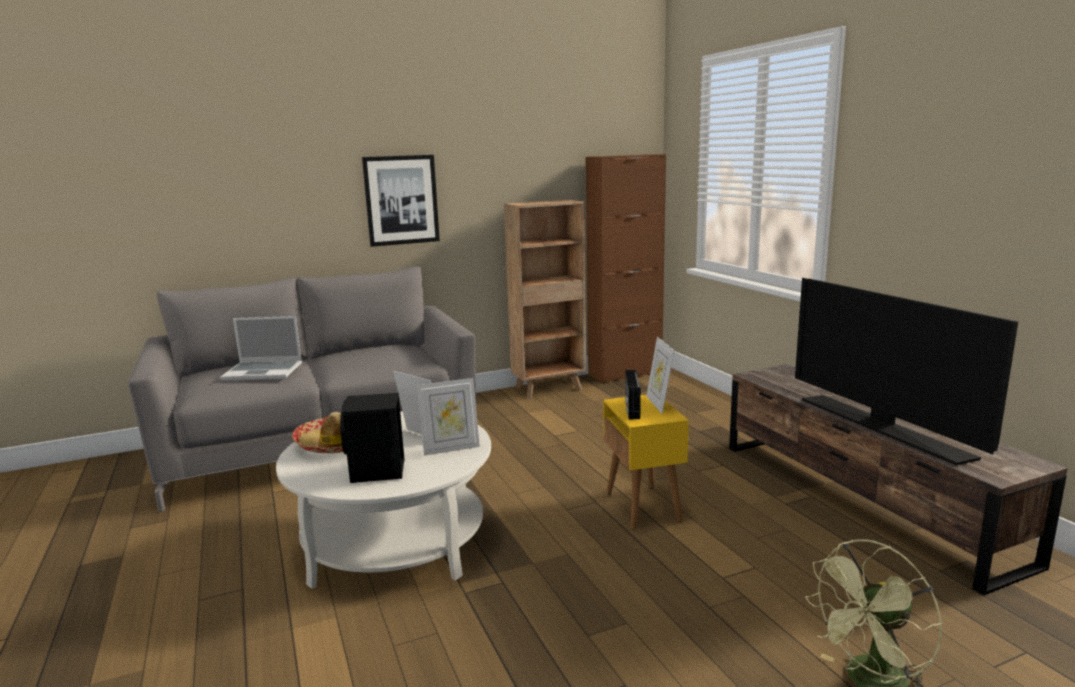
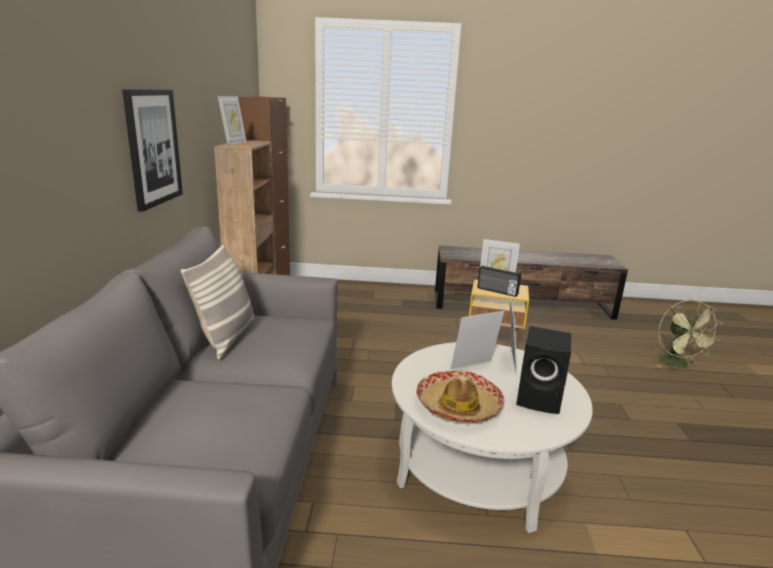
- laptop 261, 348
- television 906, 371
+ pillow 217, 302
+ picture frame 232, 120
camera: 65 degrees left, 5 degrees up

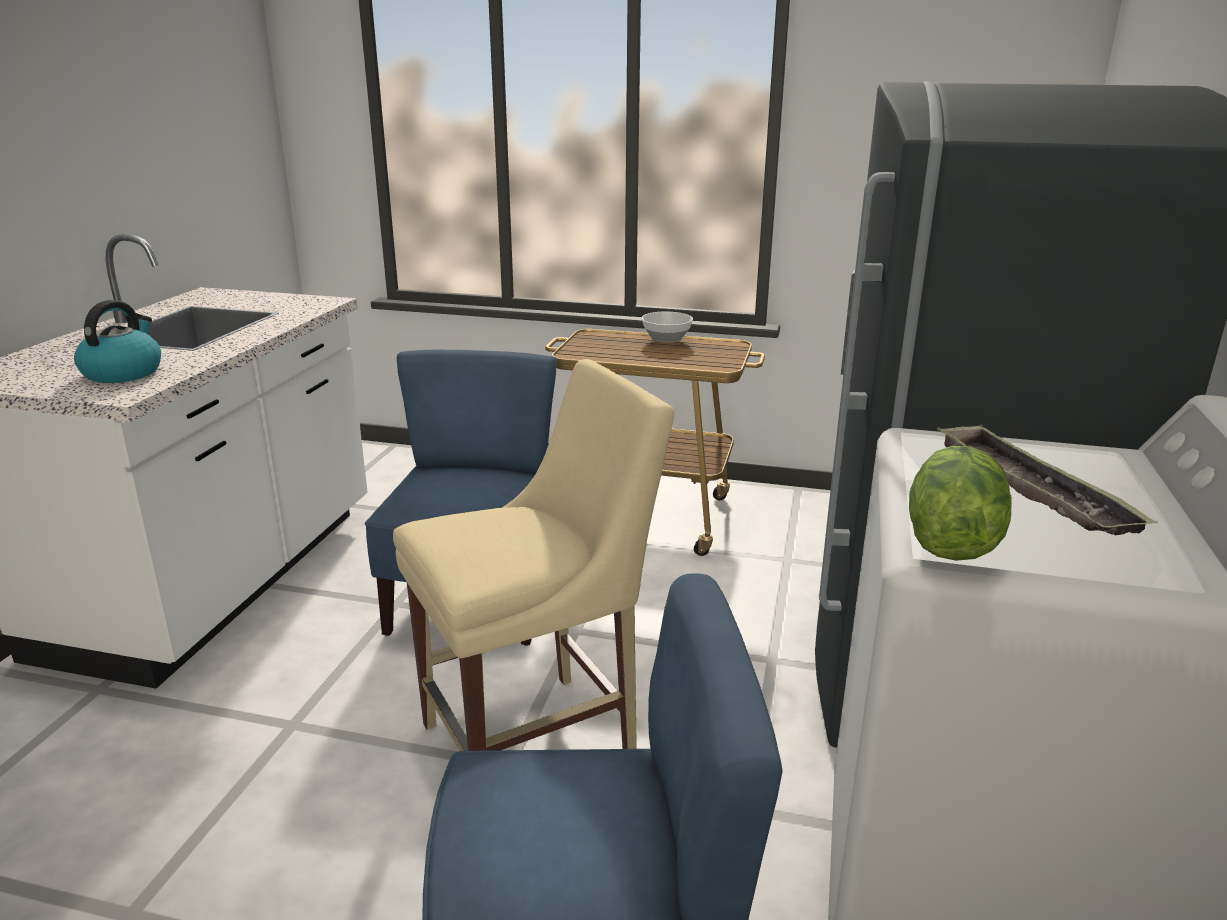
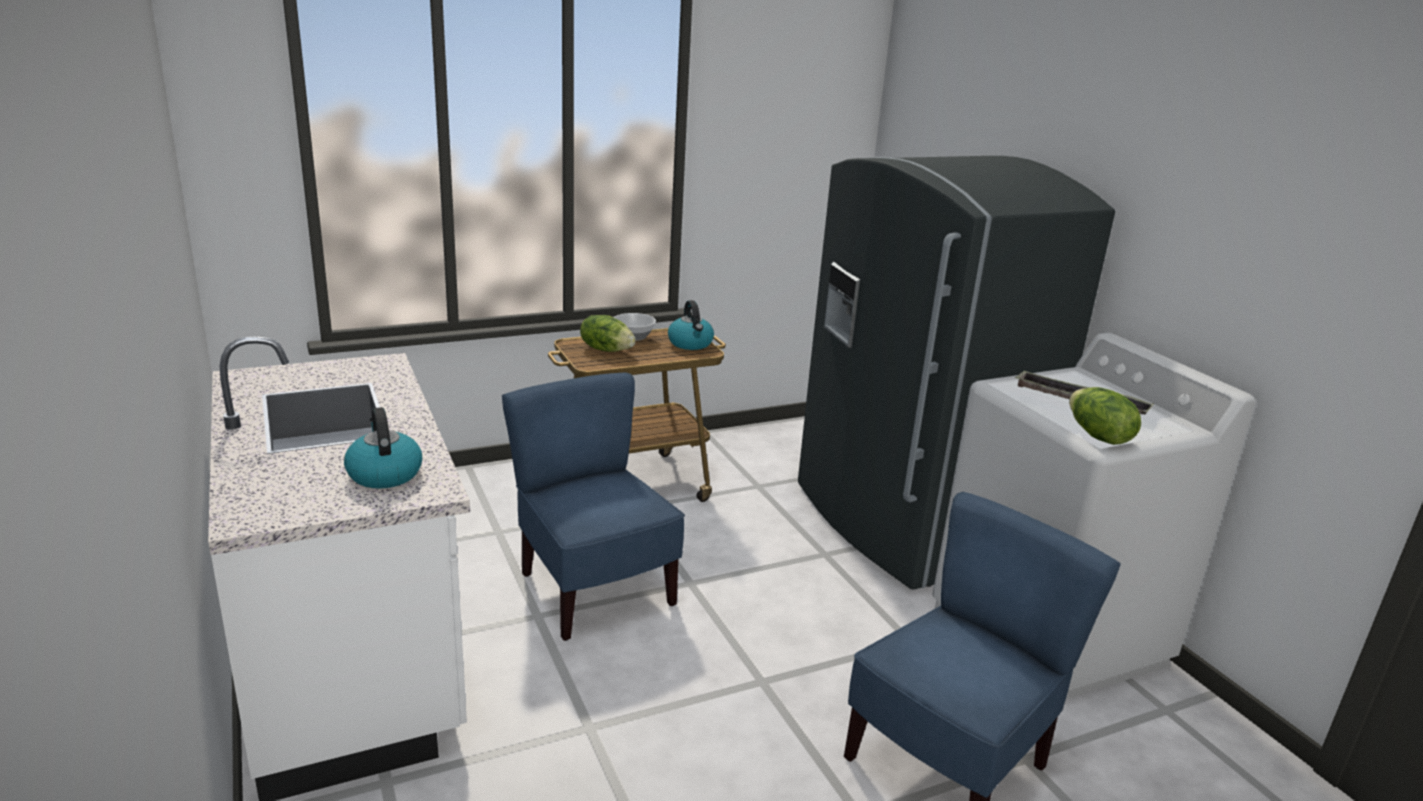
- beige chair 533, 555
+ lettuce 608, 333
+ kettle 691, 325
camera: 40 degrees left, 0 degrees up

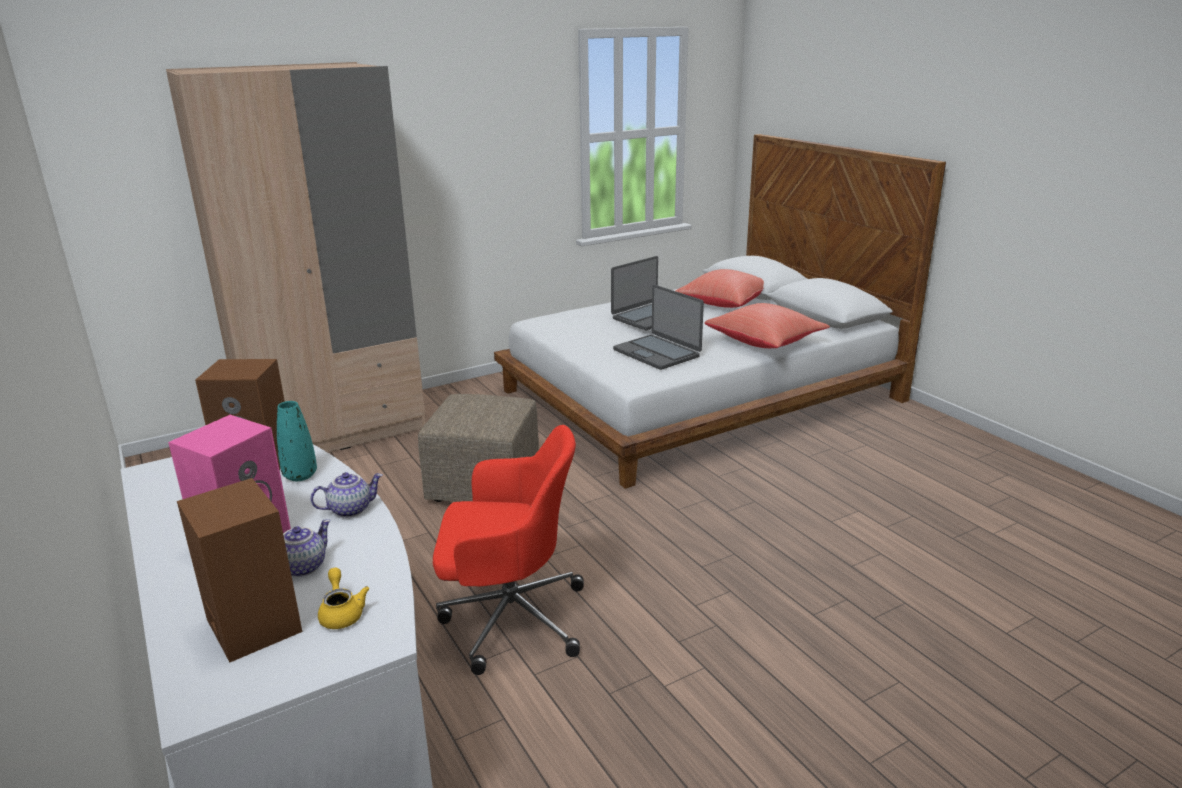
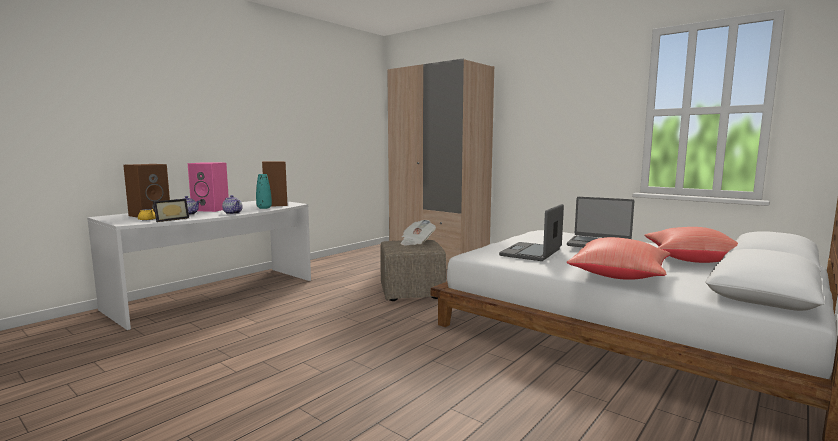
- red office chair 508, 550
+ picture frame 171, 210
+ newspaper 418, 232
camera: 70 degrees right, 15 degrees down

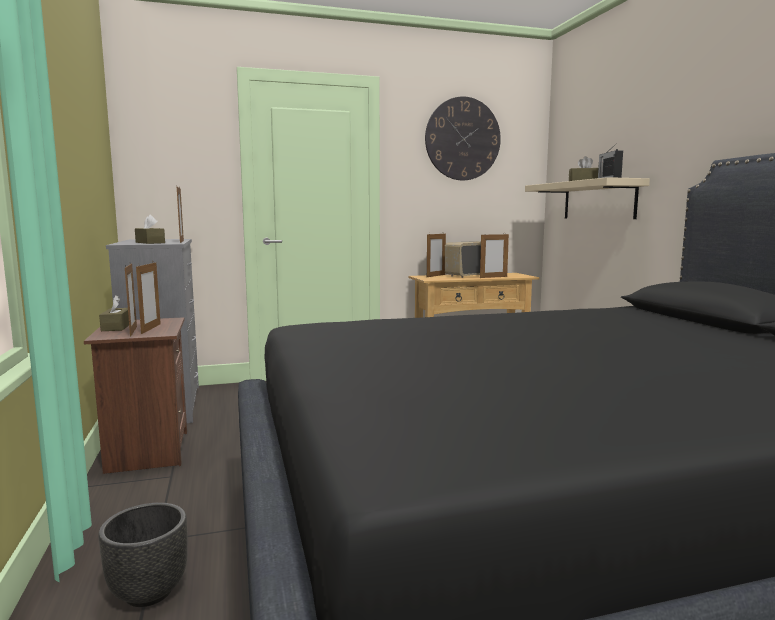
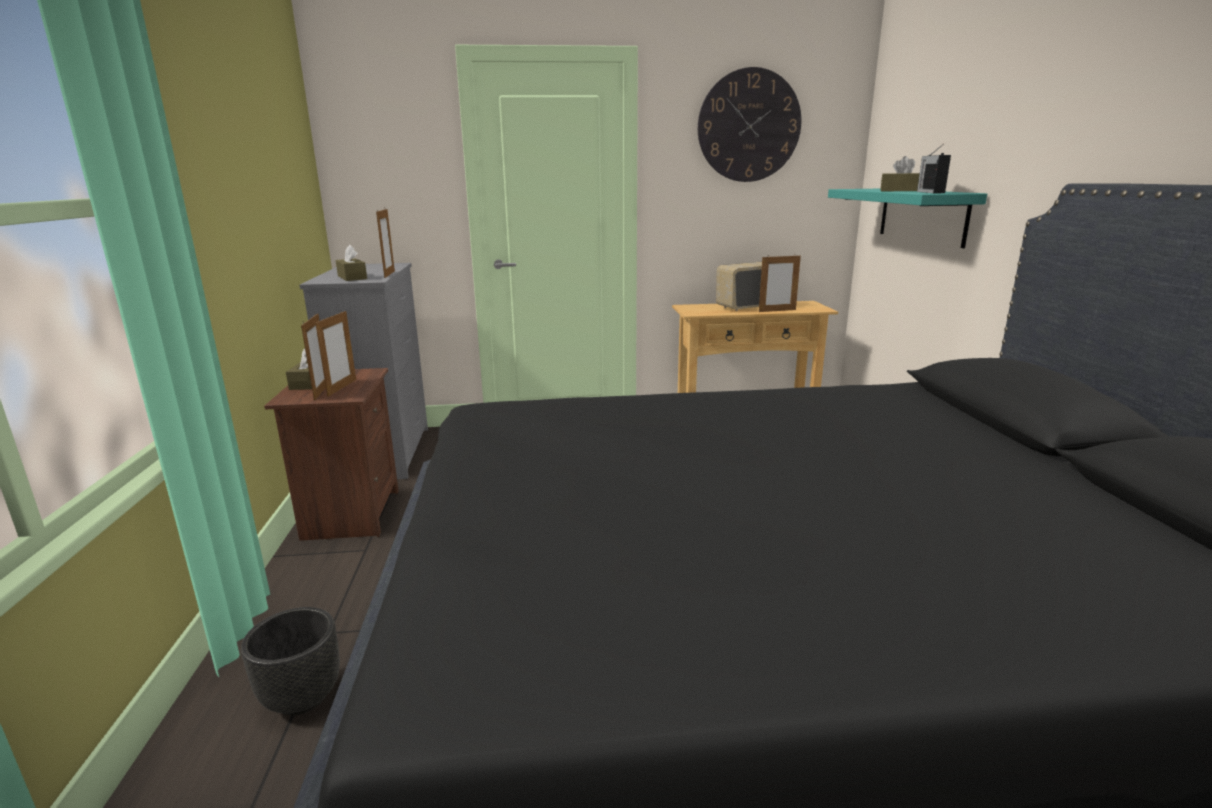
- picture frame 436, 254
~ beige shelf 587, 198 to turquoise shelf 907, 218
camera: 10 degrees right, 10 degrees up

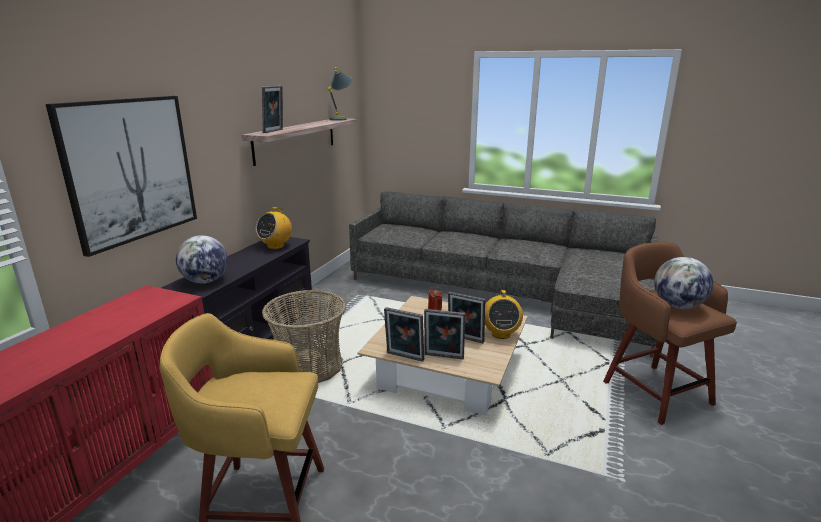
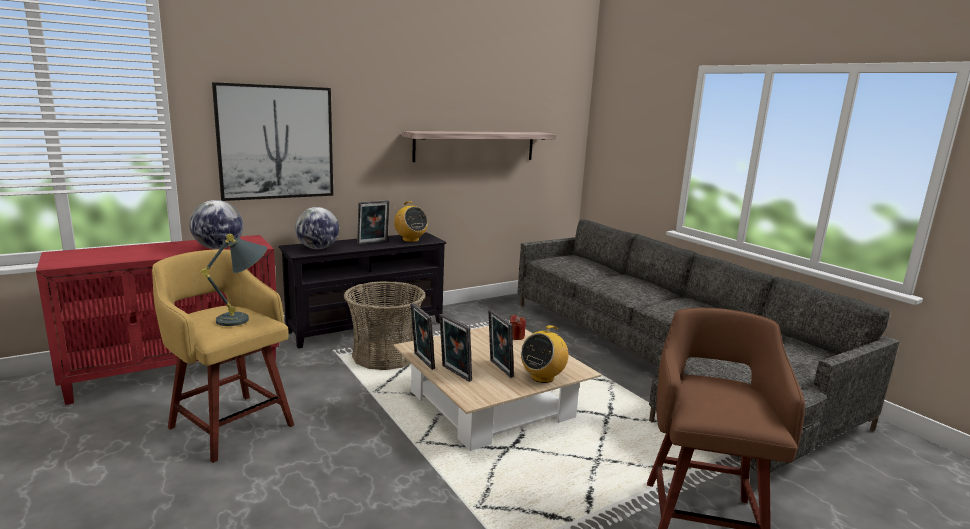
~ picture frame 272, 109 to 373, 222
~ grey table lamp 340, 94 to 234, 280
~ globe 683, 283 to 216, 224
~ radio 274, 228 = 411, 221 105 degrees counterclockwise
camera: 35 degrees right, 5 degrees down

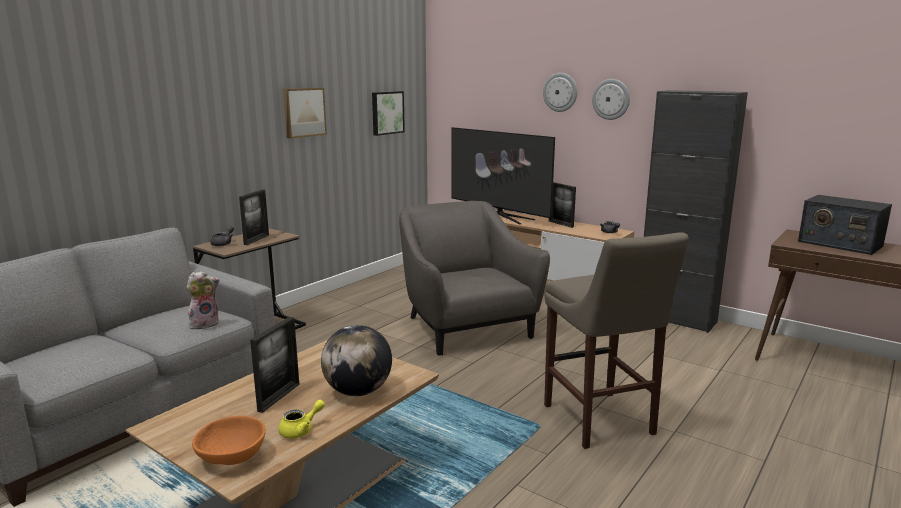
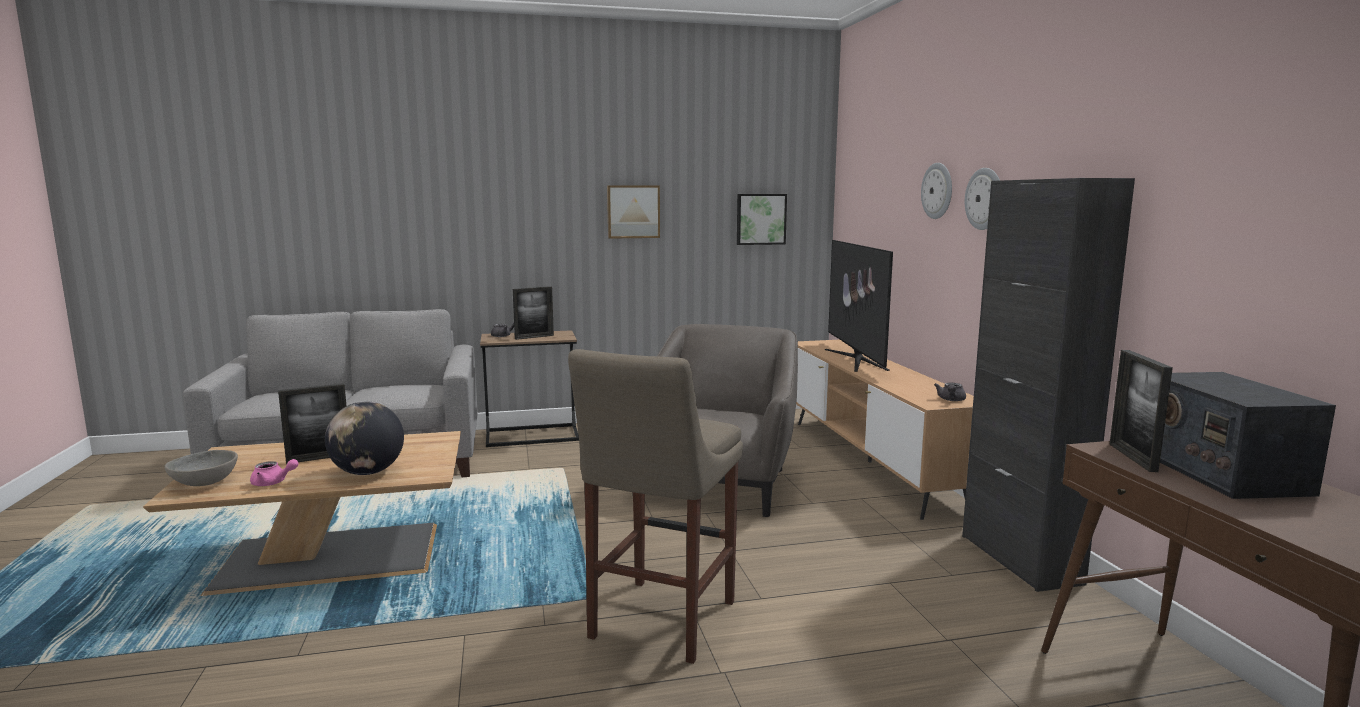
- plush toy 203, 300
~ picture frame 562, 205 to 1141, 411
~ orange bowl 229, 440 to grey bowl 201, 468
~ yellow teapot 301, 419 to pink teapot 274, 472
camera: 40 degrees right, 5 degrees down

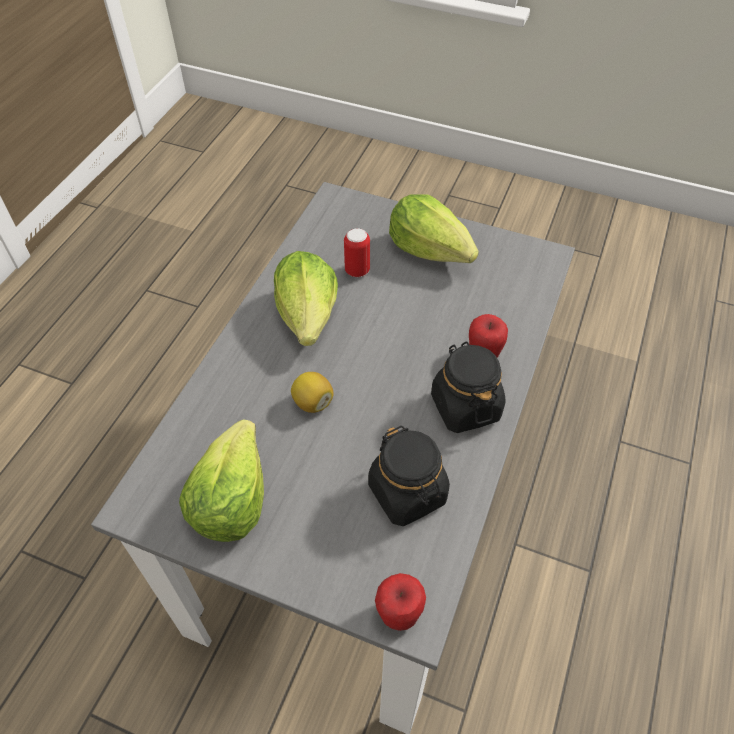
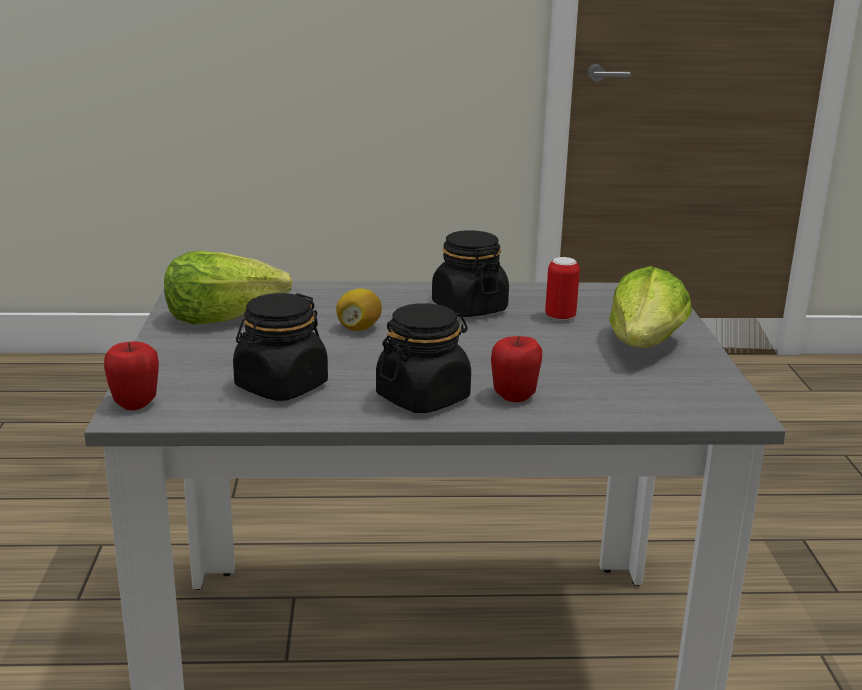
~ lettuce 306, 298 to black jar 470, 273
camera: 65 degrees right, 30 degrees down

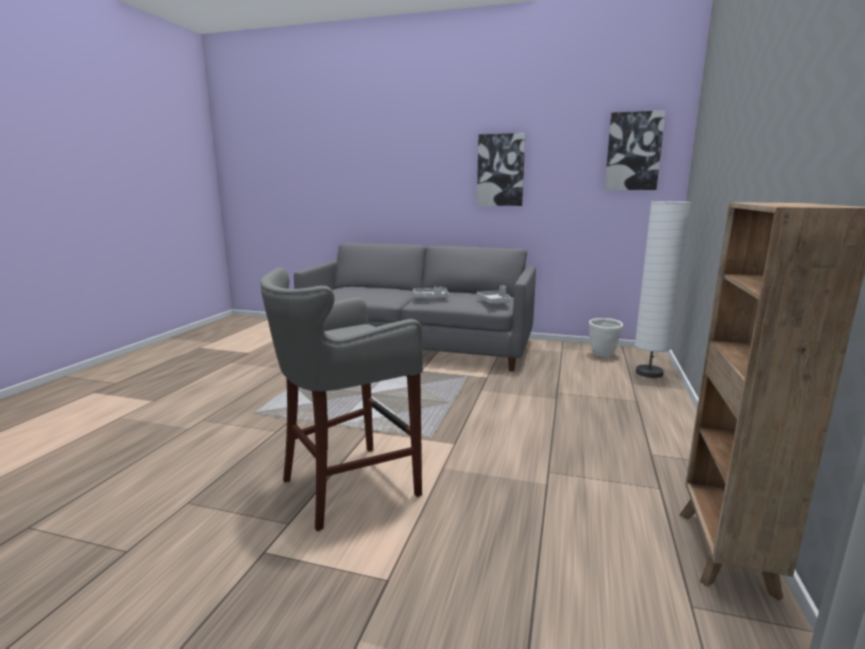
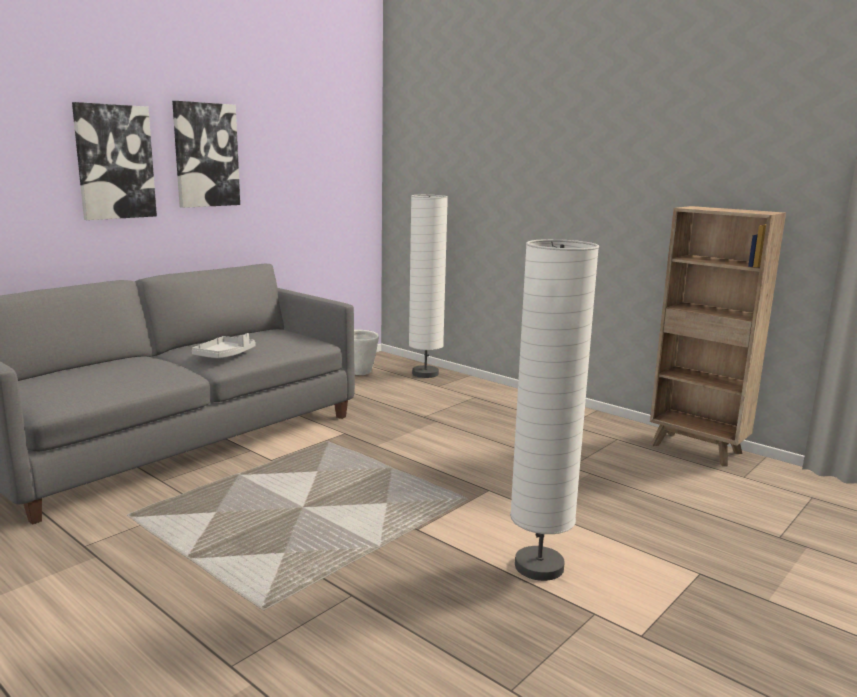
- grey tray 493, 295
~ picture 635, 150 to 114, 161
~ grey stool 341, 399 to white floor lamp 554, 410
camera: 65 degrees left, 0 degrees up

